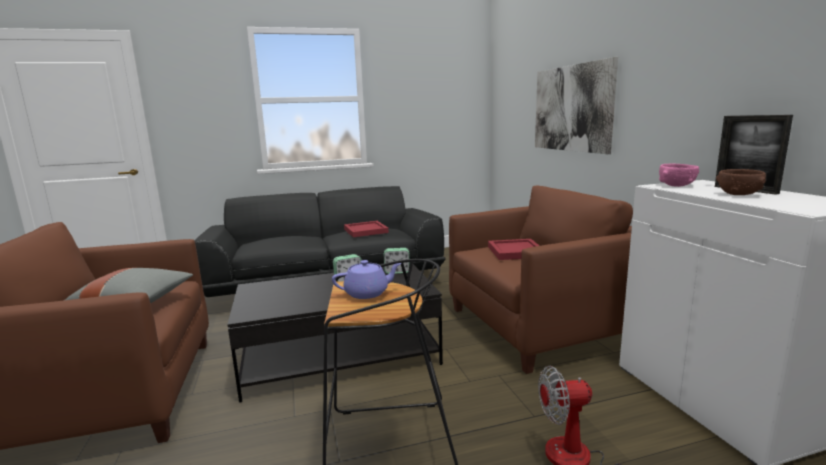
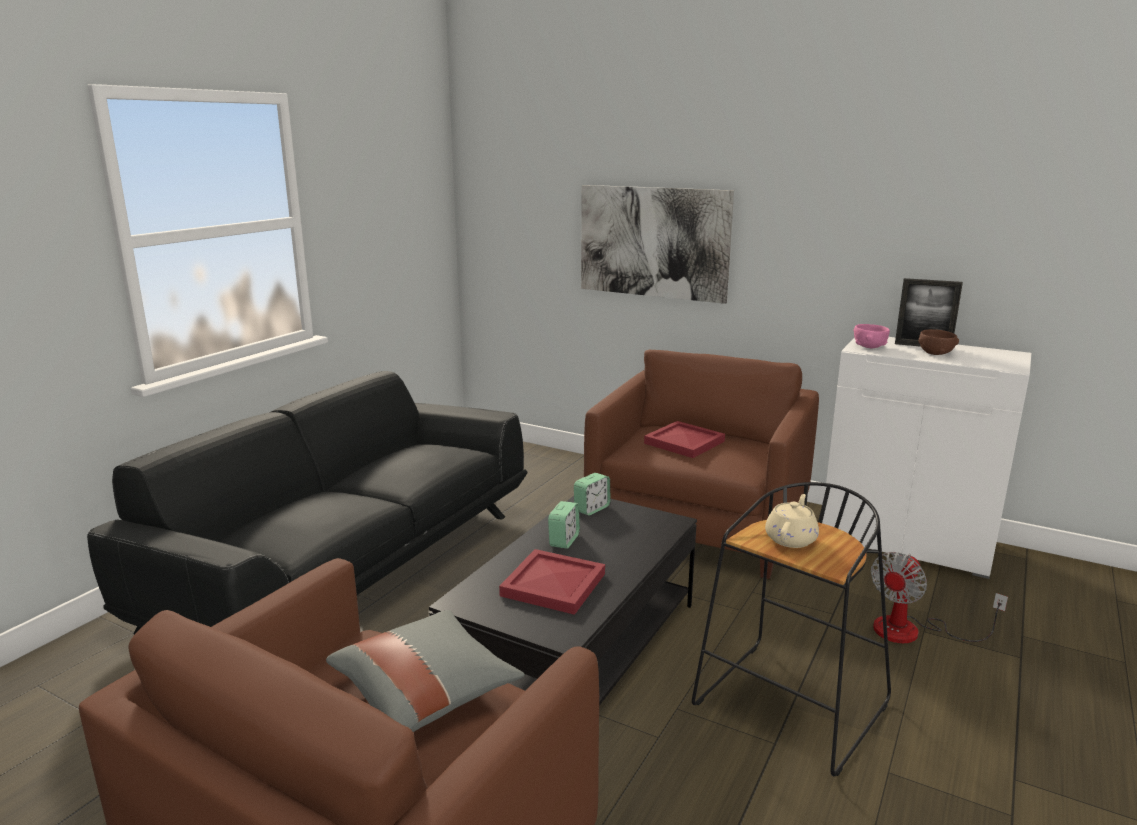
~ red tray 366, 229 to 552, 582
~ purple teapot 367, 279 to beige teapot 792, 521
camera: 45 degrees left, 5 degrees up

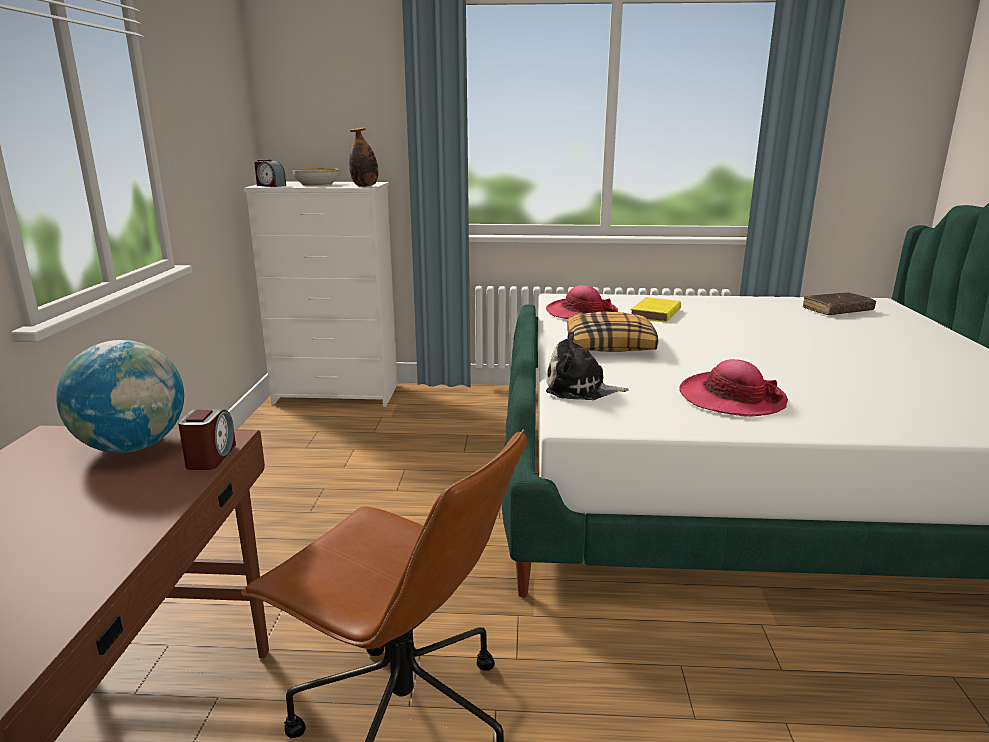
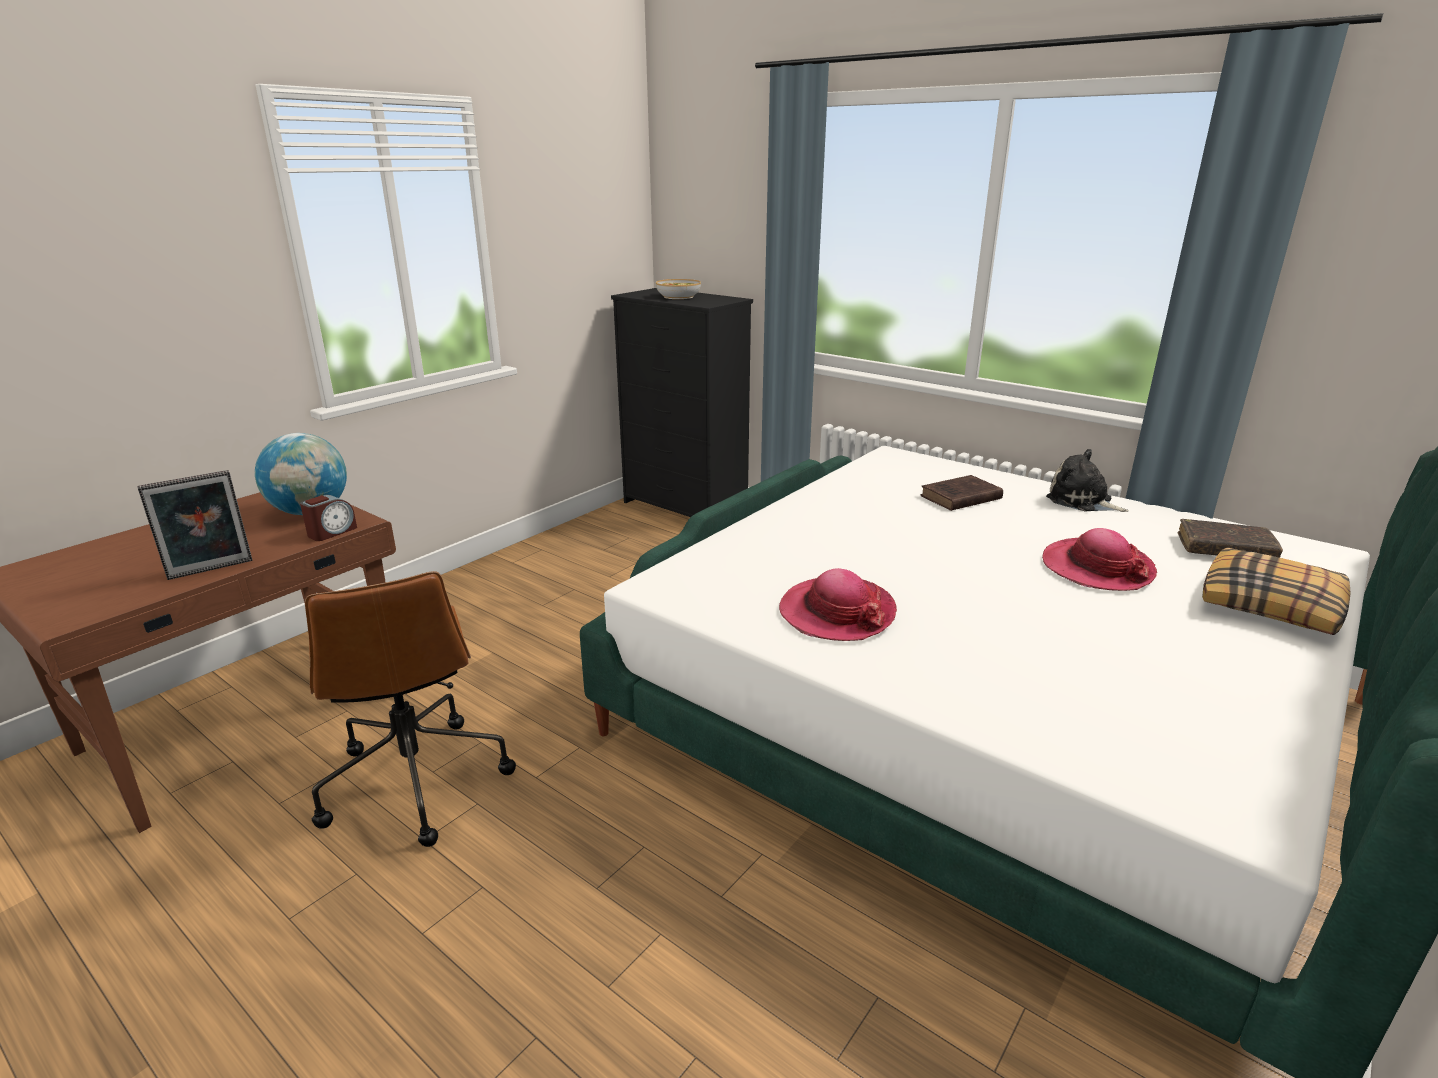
- alarm clock 270, 173
- bottle 364, 157
+ picture frame 194, 525
~ hat 582, 302 to 1099, 559
~ plush toy 587, 365 to 1087, 480
~ pillow 612, 332 to 1276, 591
~ white dresser 321, 294 to black dresser 682, 402
~ yellow book 655, 309 to brown book 961, 493
camera: 35 degrees right, 5 degrees up

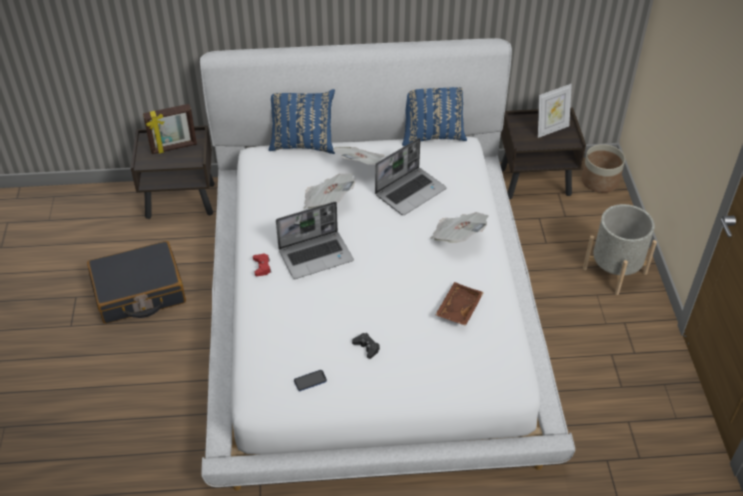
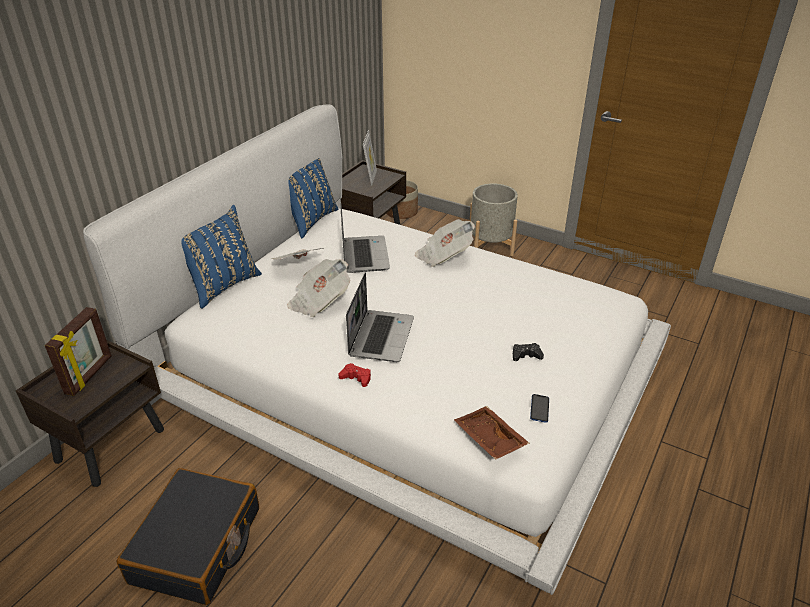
~ brown tray 459, 304 to 492, 433
camera: 55 degrees left, 10 degrees down

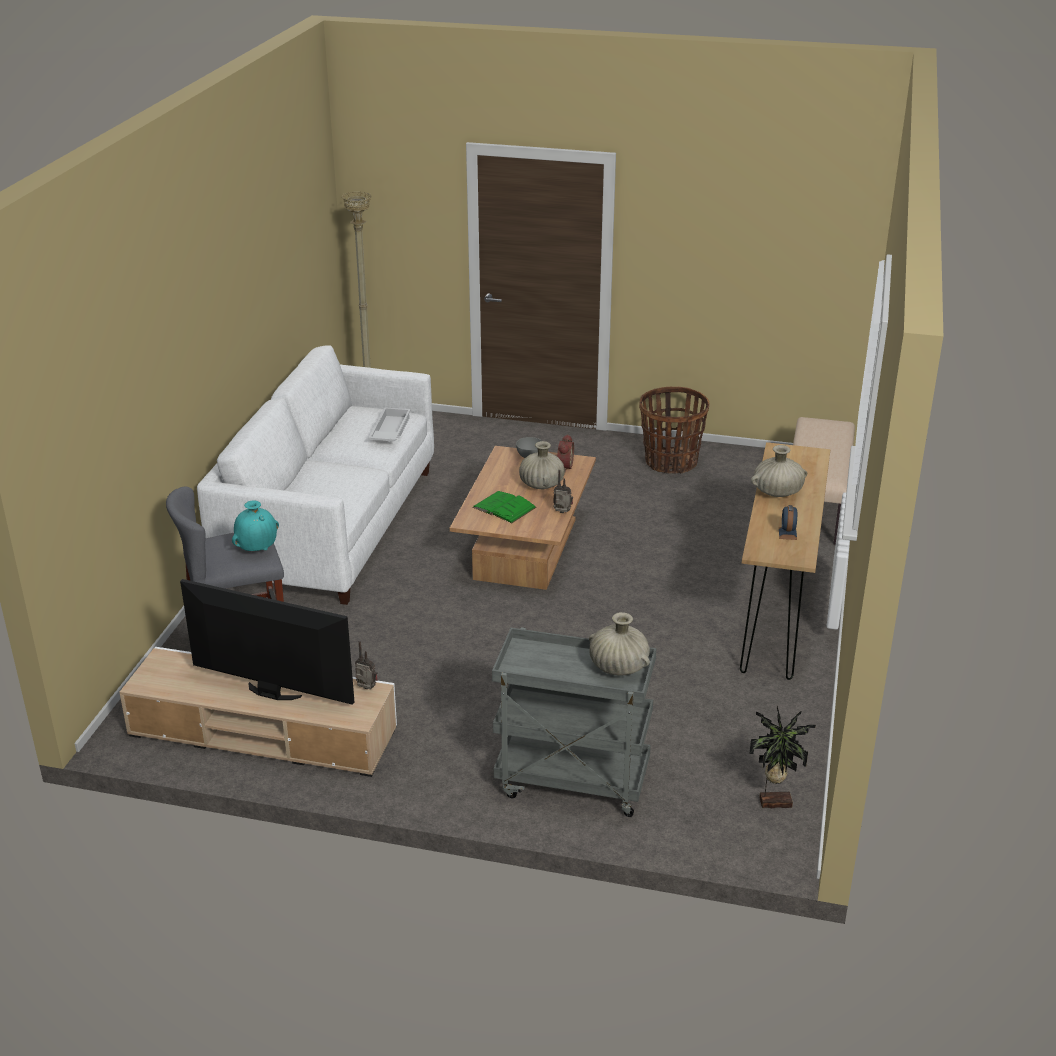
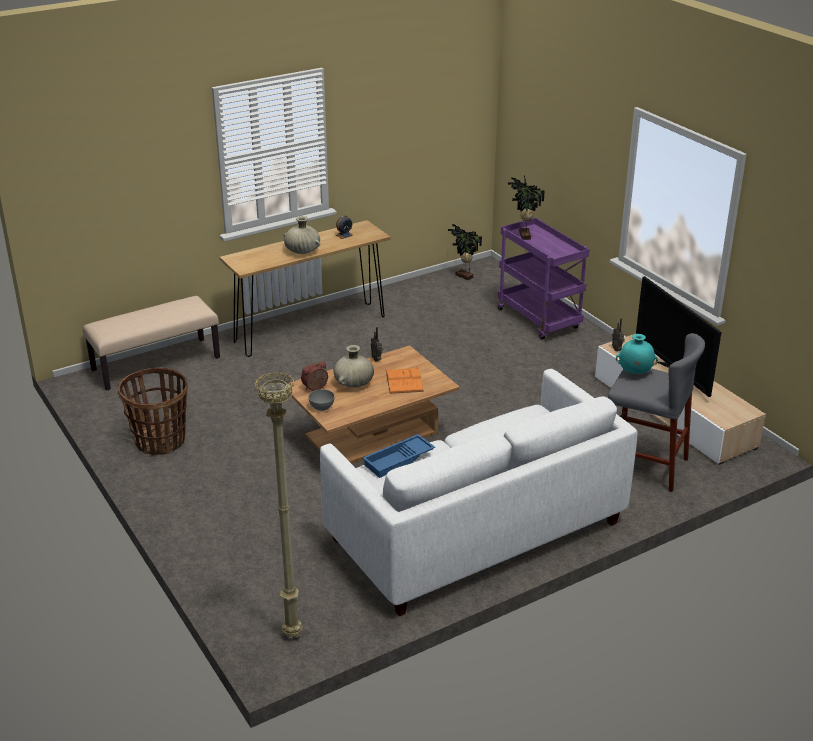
~ beige vase 619, 644 to potted plant 526, 207
~ white tray 389, 424 to blue tray 398, 456
~ green book 504, 507 to orange book 405, 381
~ grey cart 574, 722 to purple cart 543, 278
camera: 135 degrees left, 0 degrees up

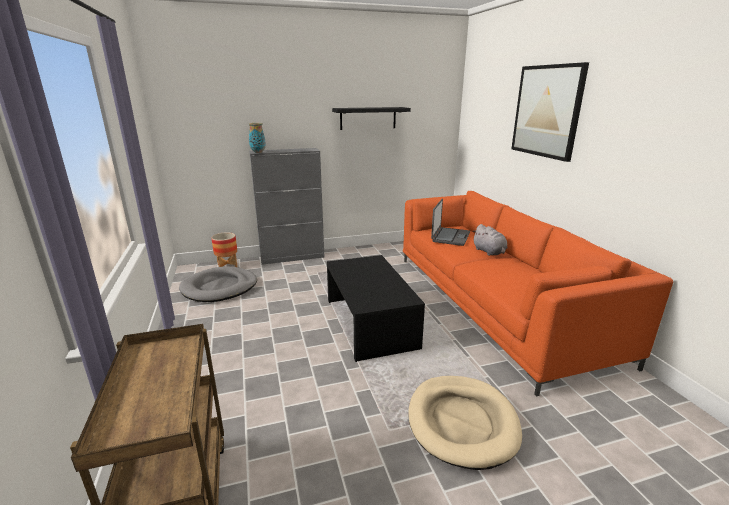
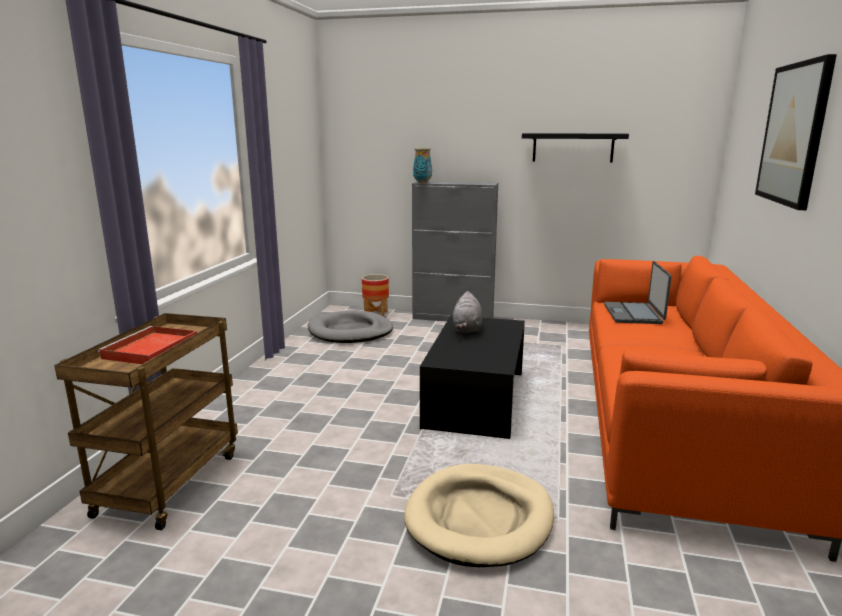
+ red tray 147, 345
~ grey plush toy 489, 240 to 468, 312
~ laptop 450, 222 = 638, 292 135 degrees clockwise
camera: 30 degrees right, 5 degrees down

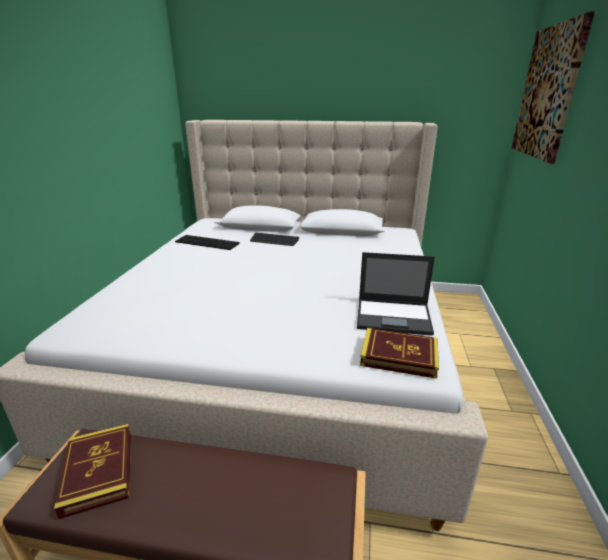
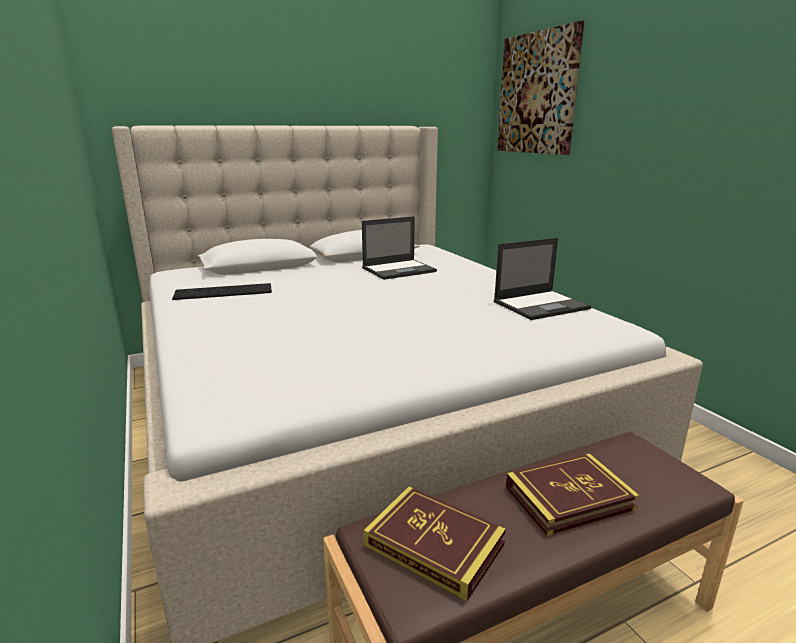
- keyboard 274, 239
+ laptop 399, 248
~ book 399, 353 to 572, 495
camera: 35 degrees left, 5 degrees down

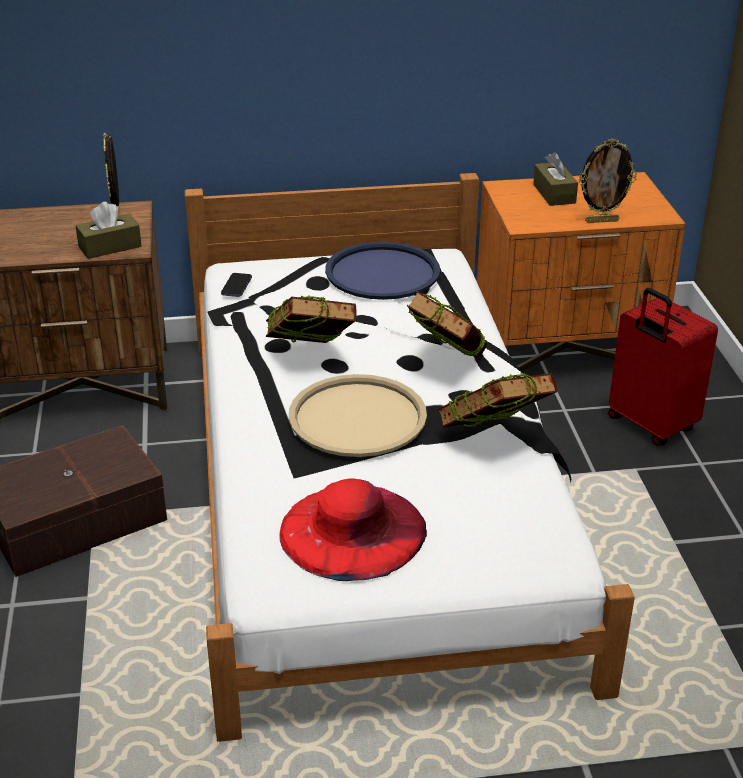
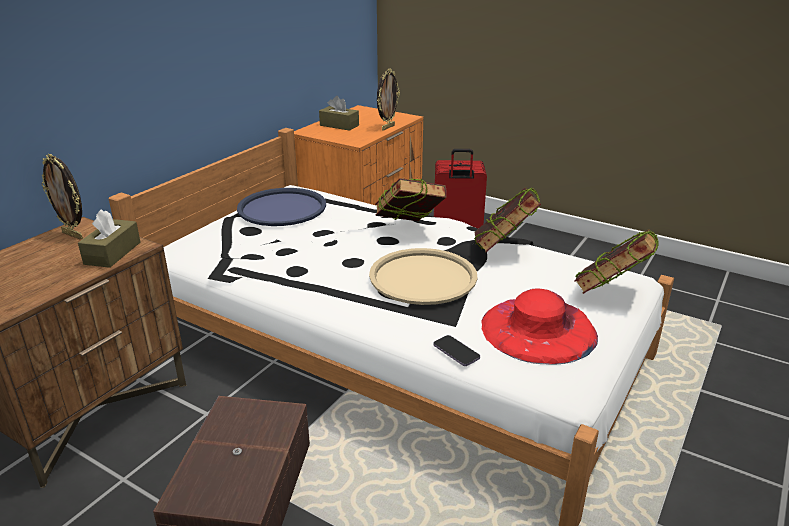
~ phone 236, 285 to 456, 350
~ book 311, 319 to 616, 261
camera: 50 degrees left, 5 degrees down

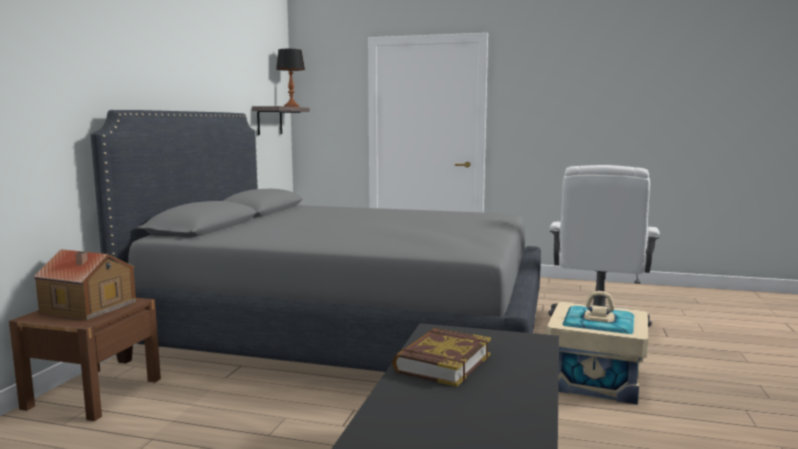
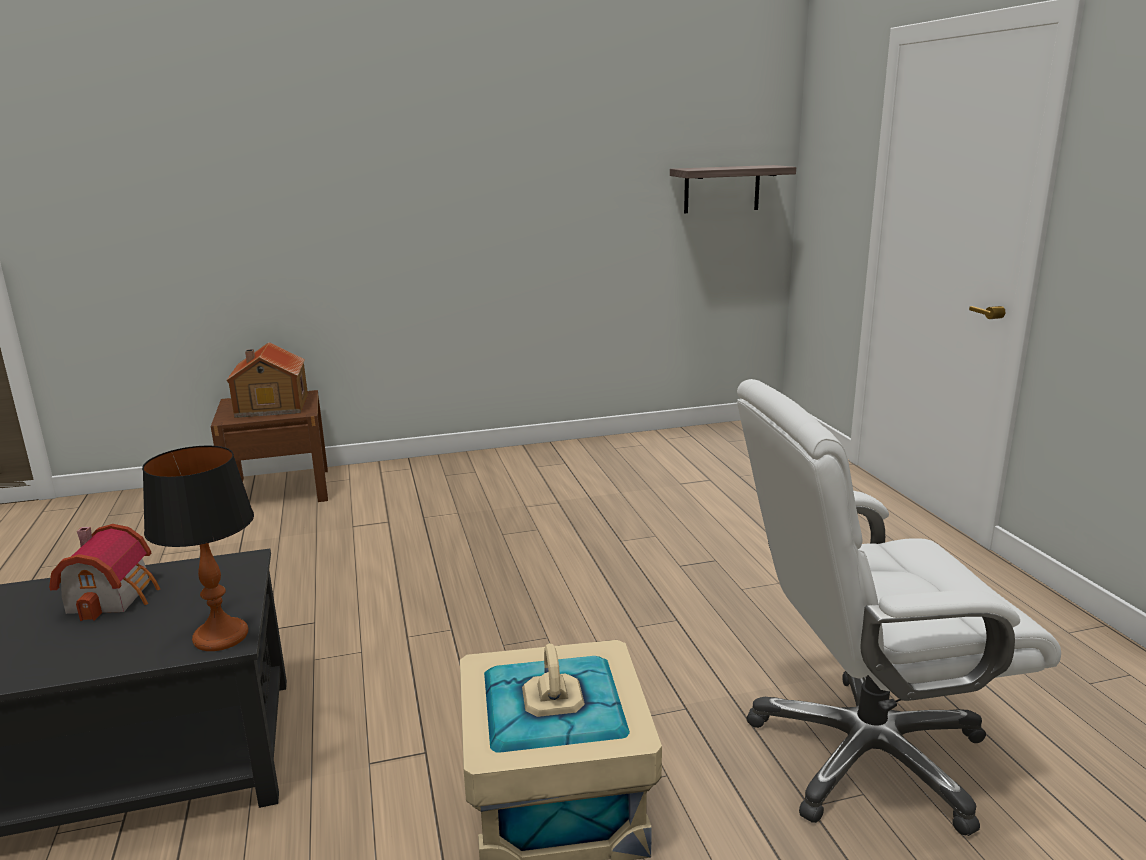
- grey bed 316, 241
~ table lamp 290, 78 to 198, 548
~ book 441, 357 to toy house 104, 572
camera: 60 degrees right, 10 degrees up

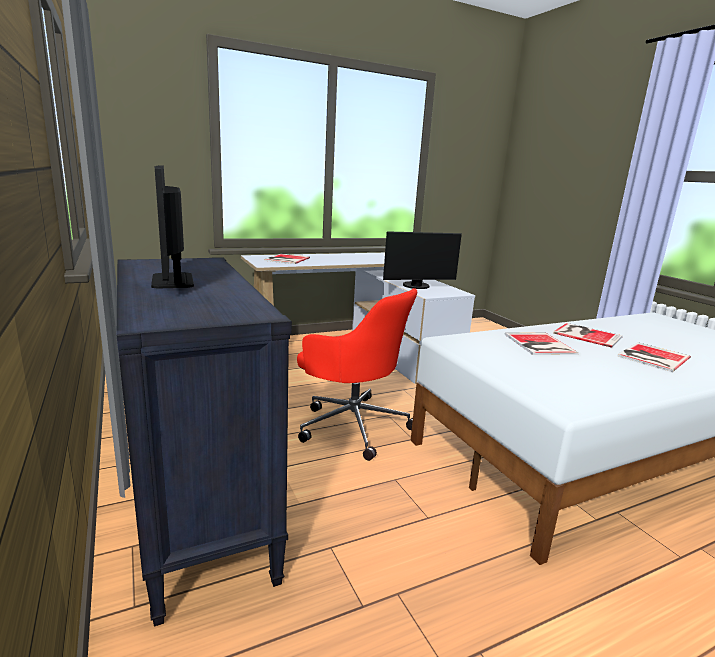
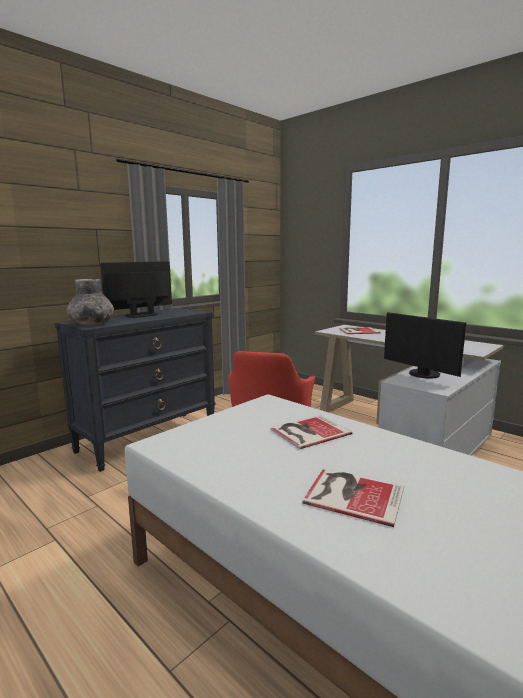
- book 588, 335
+ grey vase 90, 302
camera: 70 degrees right, 5 degrees down

